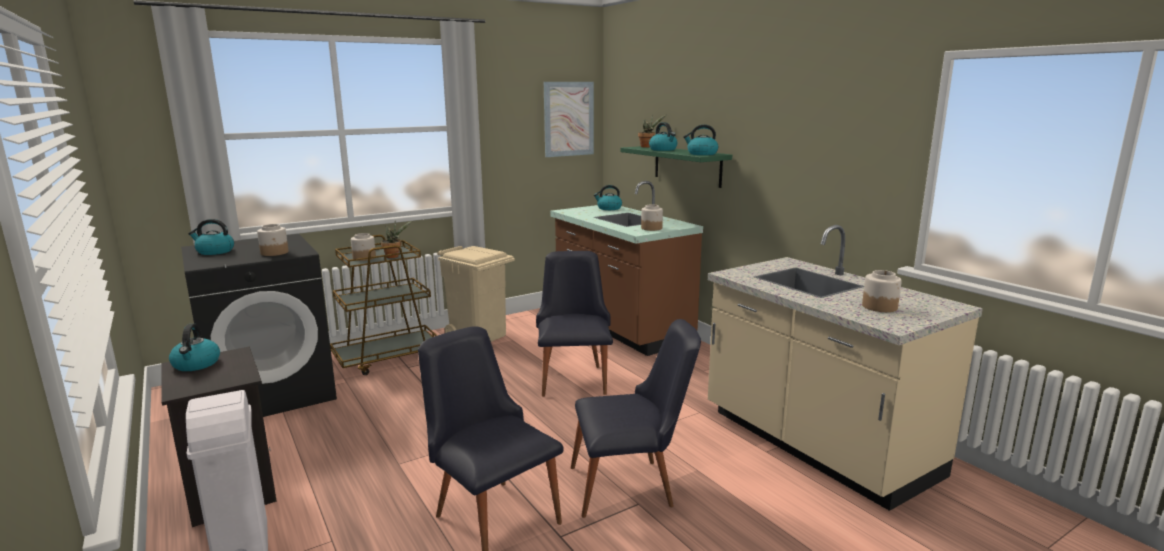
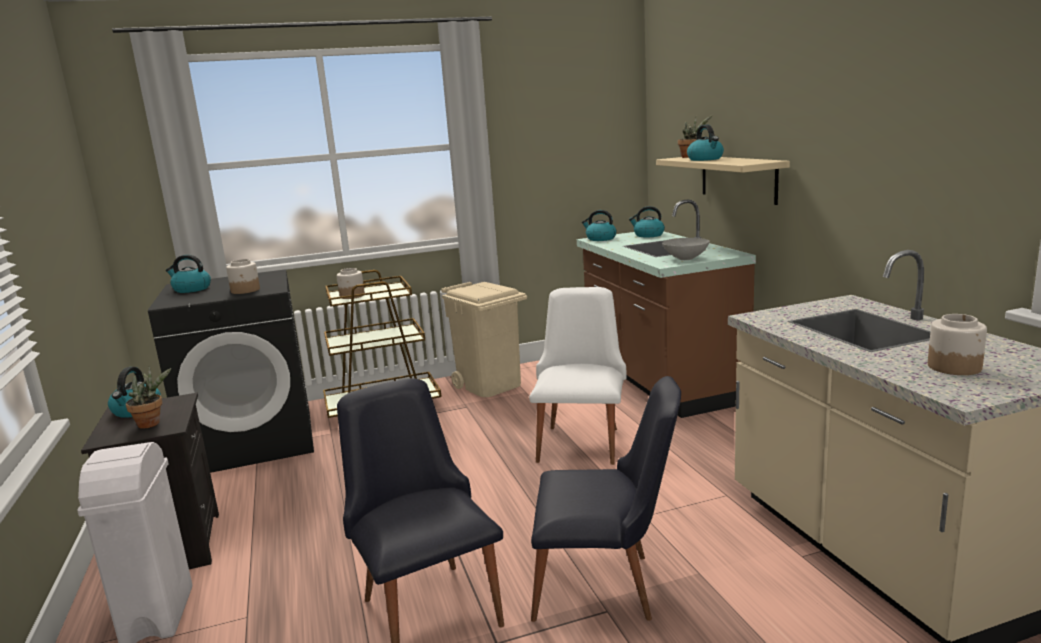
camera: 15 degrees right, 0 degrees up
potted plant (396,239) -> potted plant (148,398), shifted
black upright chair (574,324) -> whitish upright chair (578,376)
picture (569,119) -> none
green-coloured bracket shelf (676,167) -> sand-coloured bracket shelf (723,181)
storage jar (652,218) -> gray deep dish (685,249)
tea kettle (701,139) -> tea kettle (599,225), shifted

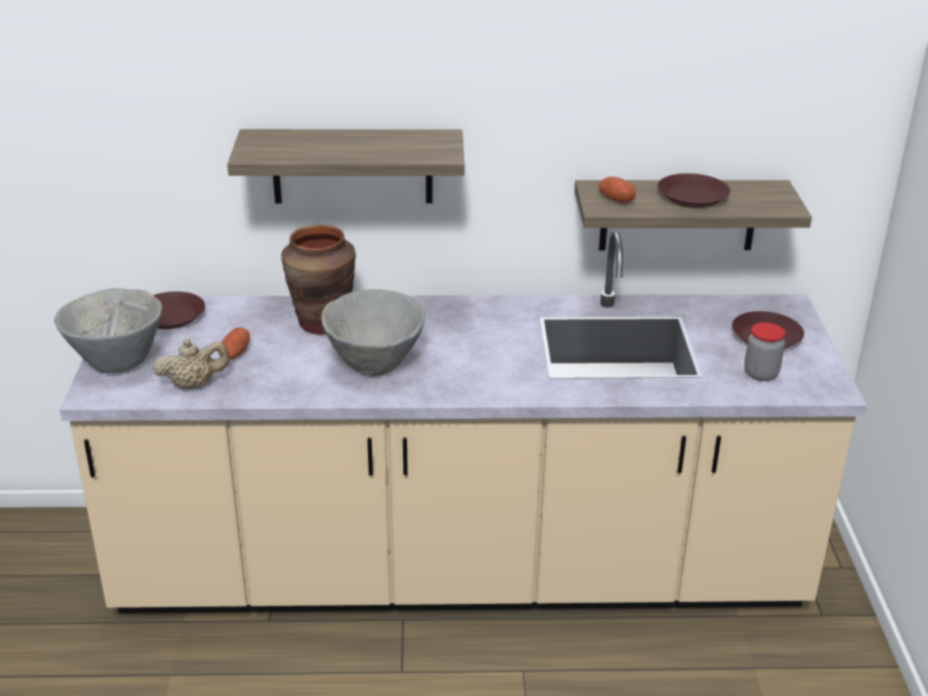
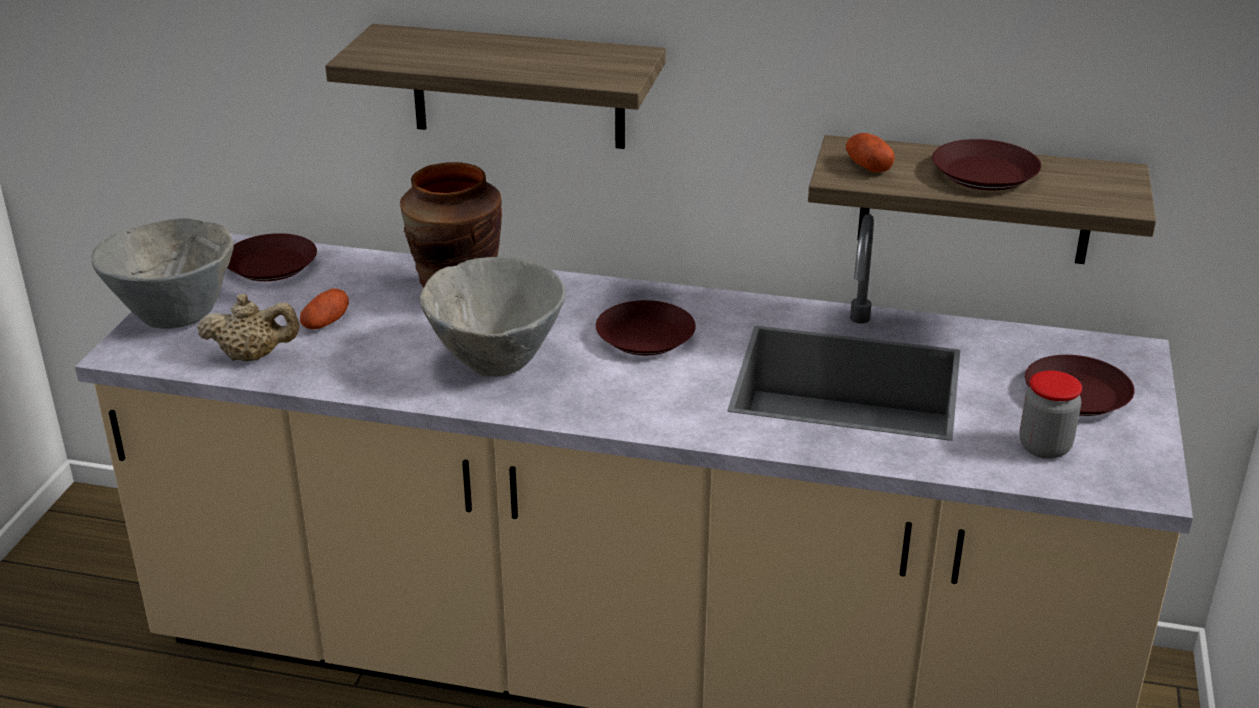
camera: 15 degrees right, 0 degrees up
none -> brown-coloured dinner plate (646,327)

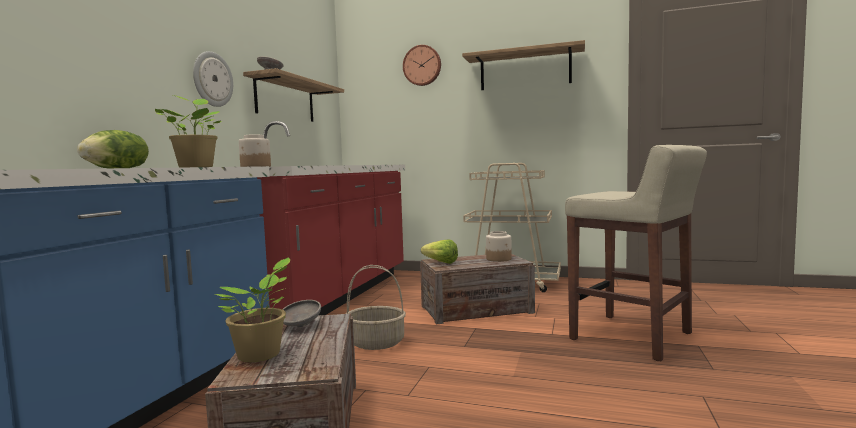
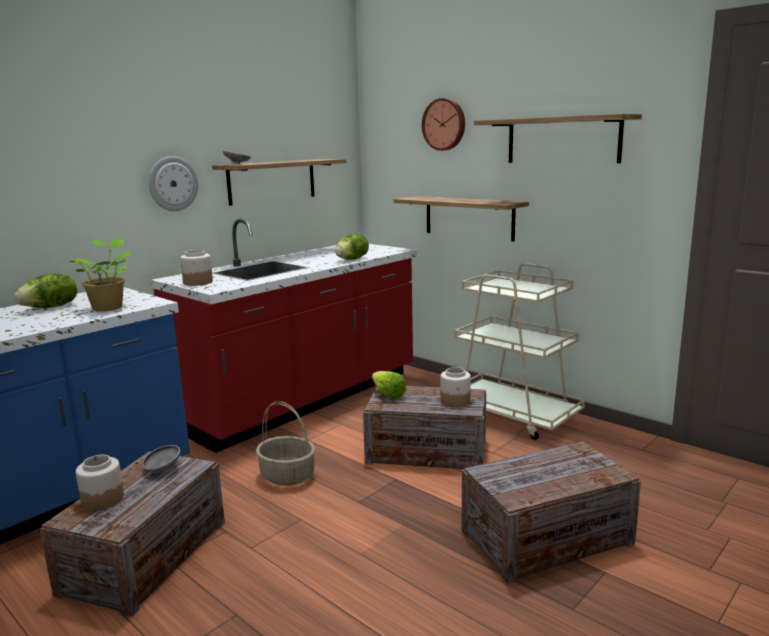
camera: 25 degrees right, 10 degrees up
potted plant (252,309) -> storage jar (100,482)
sand-coloured sitting stool (636,253) -> packing crate (551,512)
none -> lettuce head (352,247)
none -> bracket shelf (461,218)

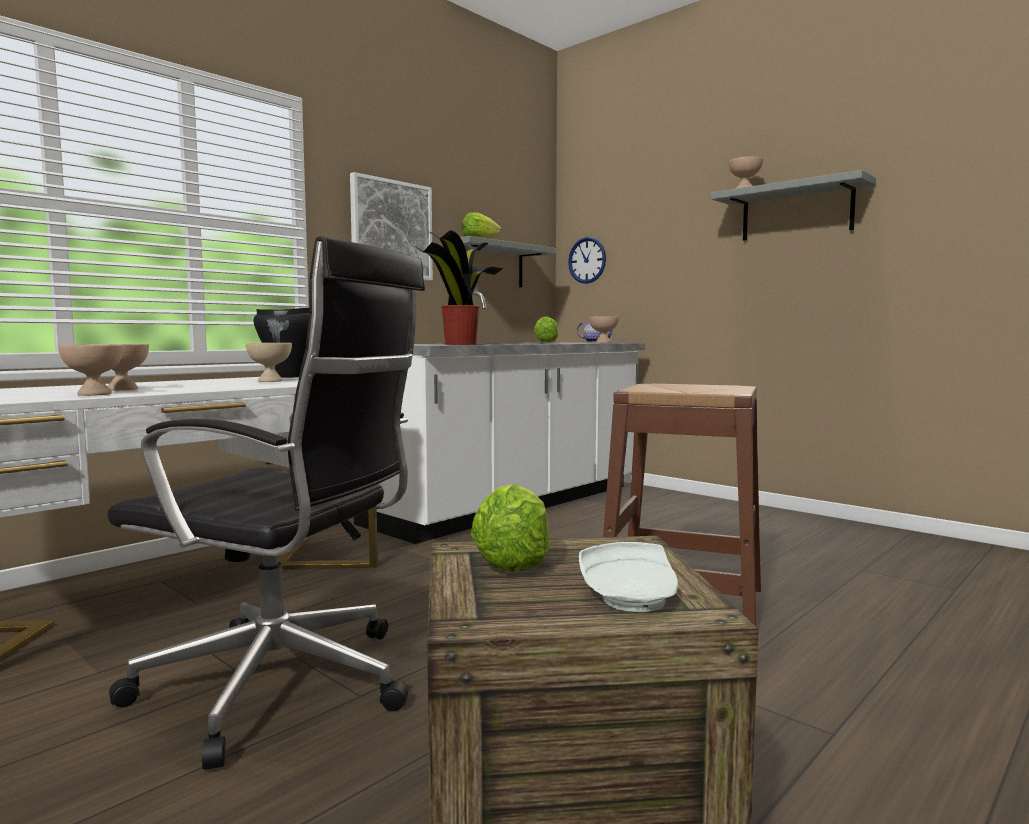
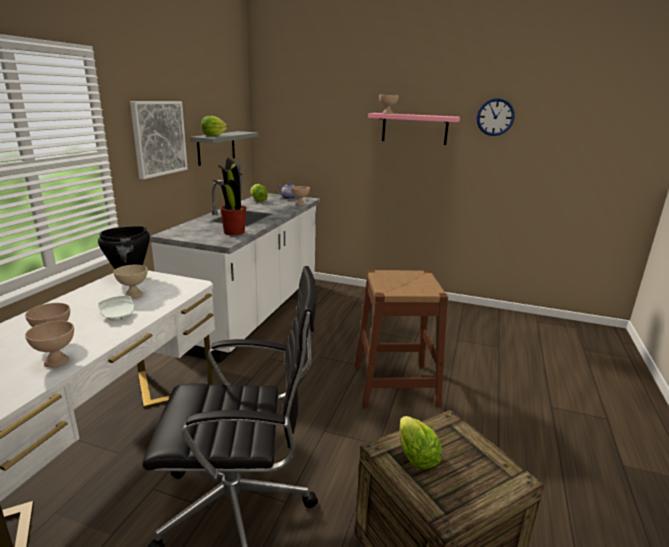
camera: 25 degrees left, 15 degrees up
wall clock (587,260) -> wall clock (496,117), shifted
whitish dinner plate (628,577) -> whitish dinner plate (116,308), shifted
gray bracket shelf (793,205) -> pink-coloured bracket shelf (414,129)

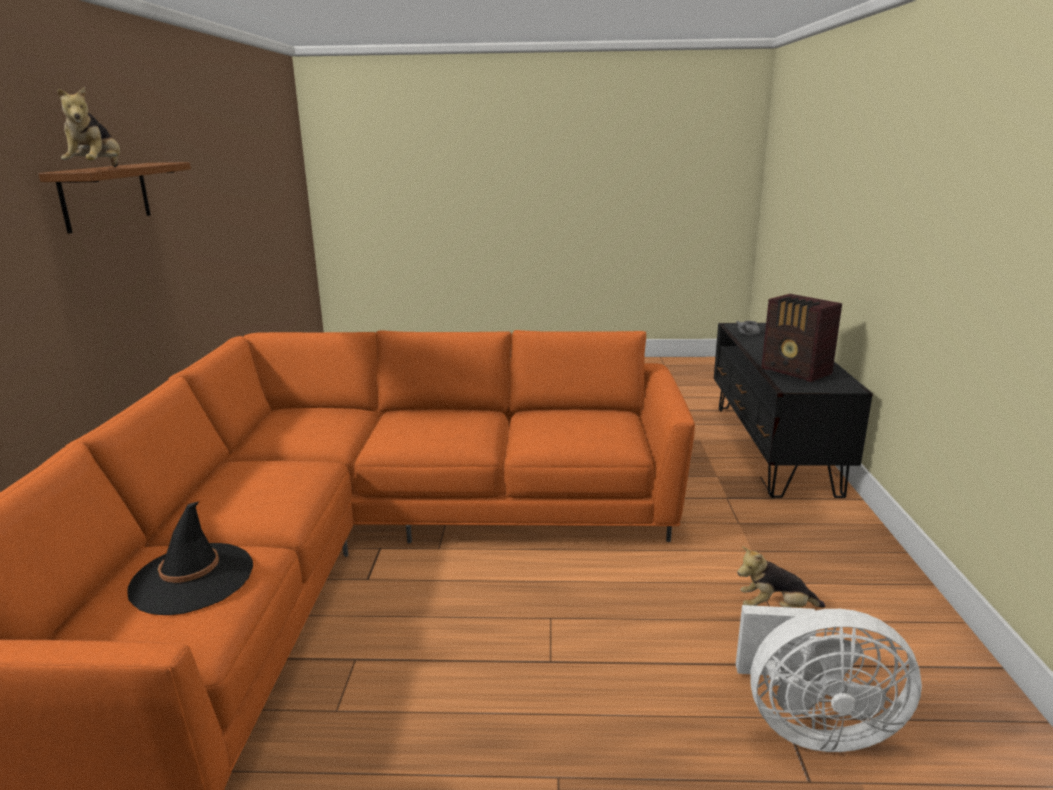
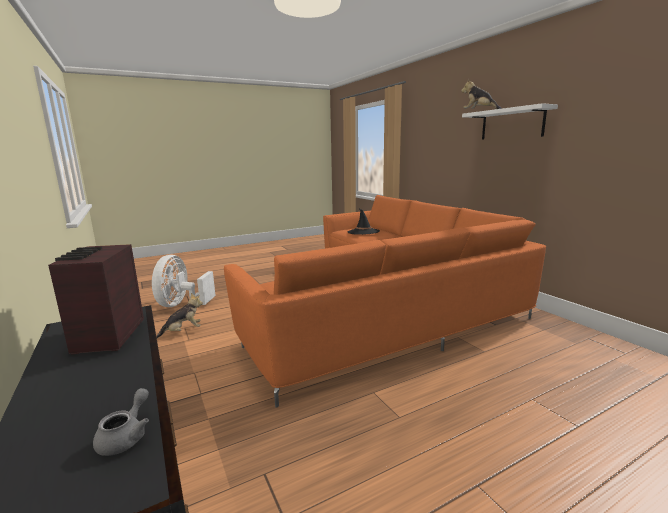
camera: 150 degrees right, 5 degrees down
brown-coloured bracket shelf (115,198) -> whitish bracket shelf (510,121)
whitish cooling fan (829,678) -> whitish cooling fan (184,281), 60 degrees counterclockwise
radio (801,338) -> radio (96,299), 120 degrees counterclockwise

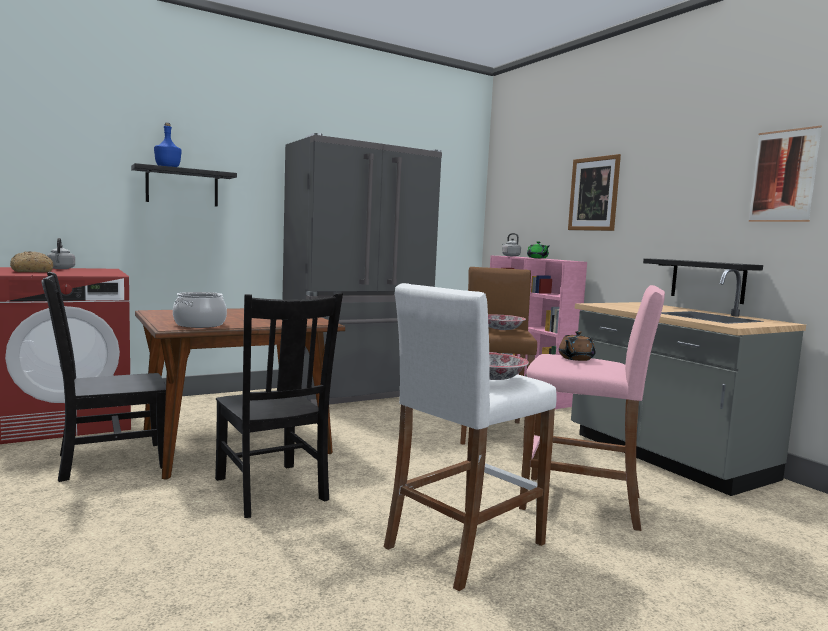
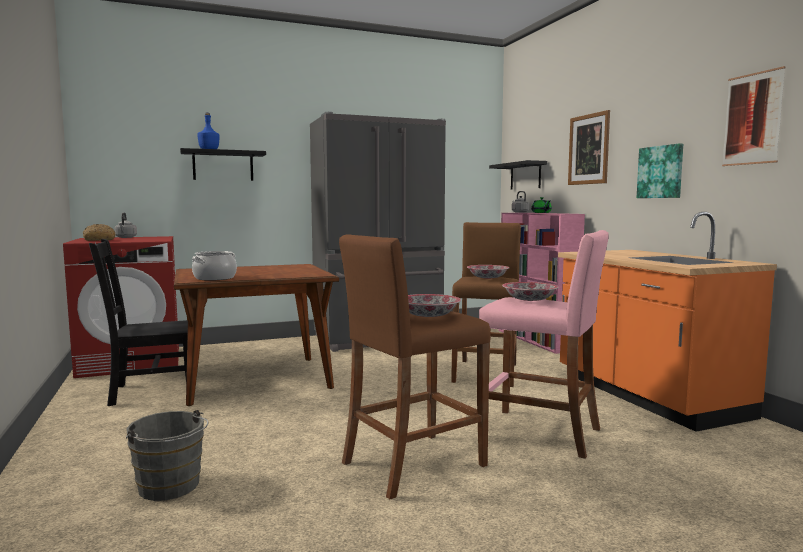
camera: 10 degrees right, 0 degrees up
black upright chair (279,405) -> none
whitish sitting stool (470,437) -> brown-coloured sitting stool (415,367)
brown-coloured tea pot (577,346) -> deep dish (530,291)
gray counter (688,382) -> orangey counter (667,322)
black bracket shelf (703,281) -> black bracket shelf (518,175), shifted
none -> gray water bucket (167,455)
none -> picture (660,170)

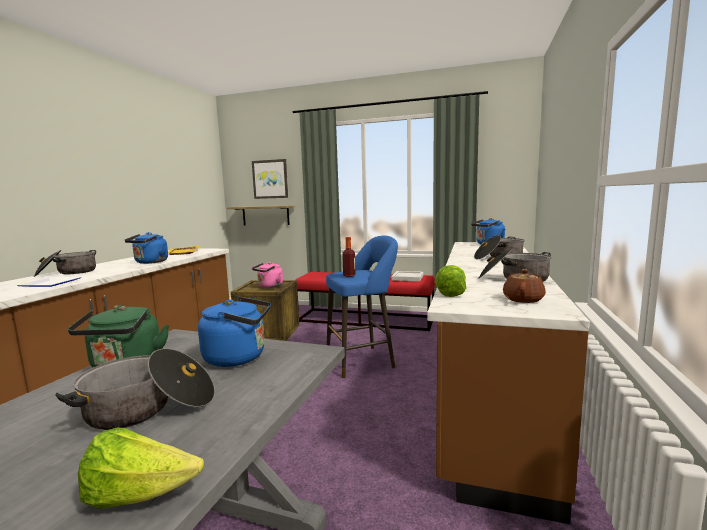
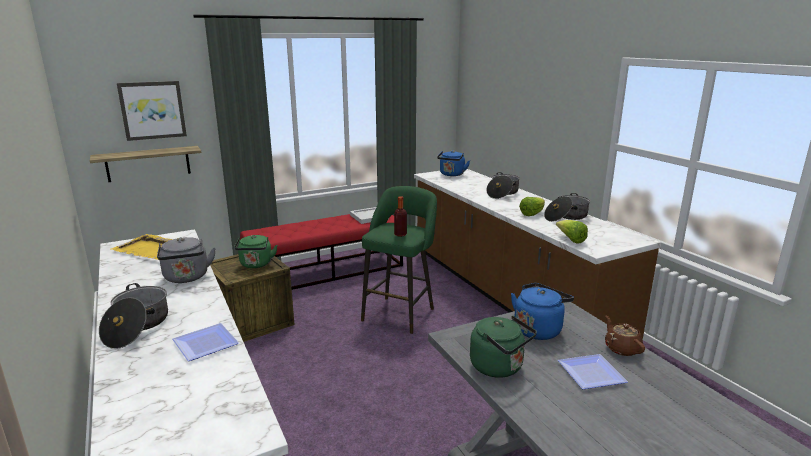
camera: 45 degrees left, 10 degrees up
cooking pot (135,389) -> dinner plate (593,371)
lettuce head (141,468) -> lettuce head (532,206), shifted
blue tea kettle (146,248) -> gray tea kettle (186,260)
pink-coloured tea kettle (267,275) -> green-coloured tea kettle (256,251)
blue sitting stool (362,307) -> green-coloured sitting stool (399,260)
brown-coloured tea pot (524,286) -> brown-coloured tea pot (625,336), shifted

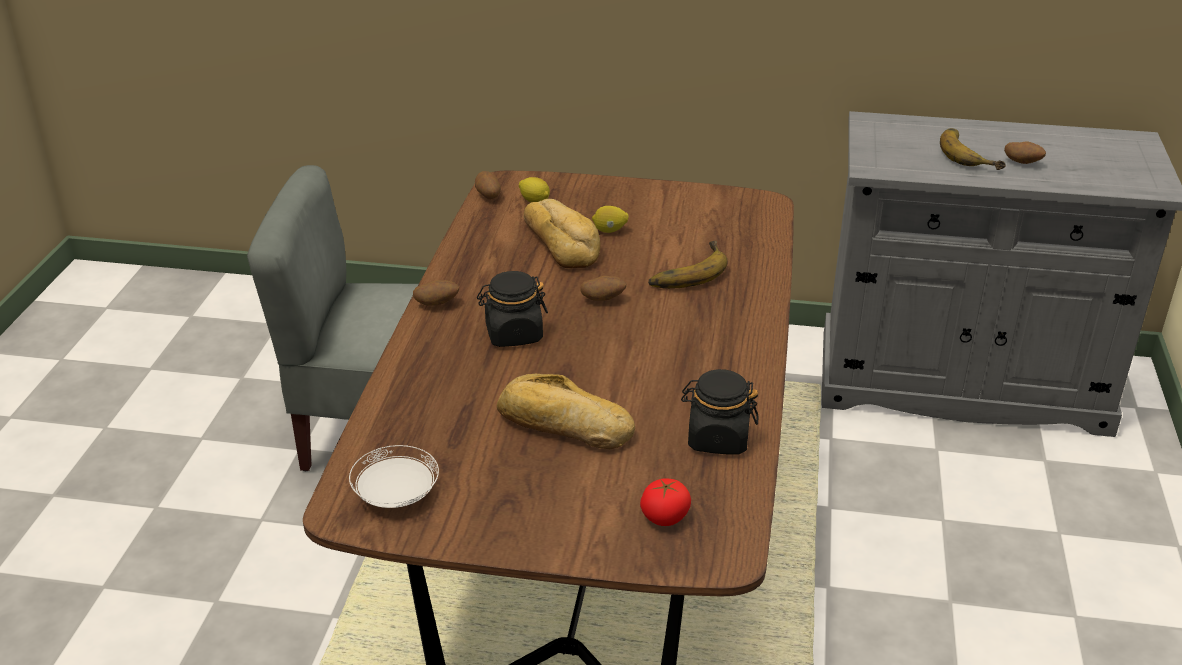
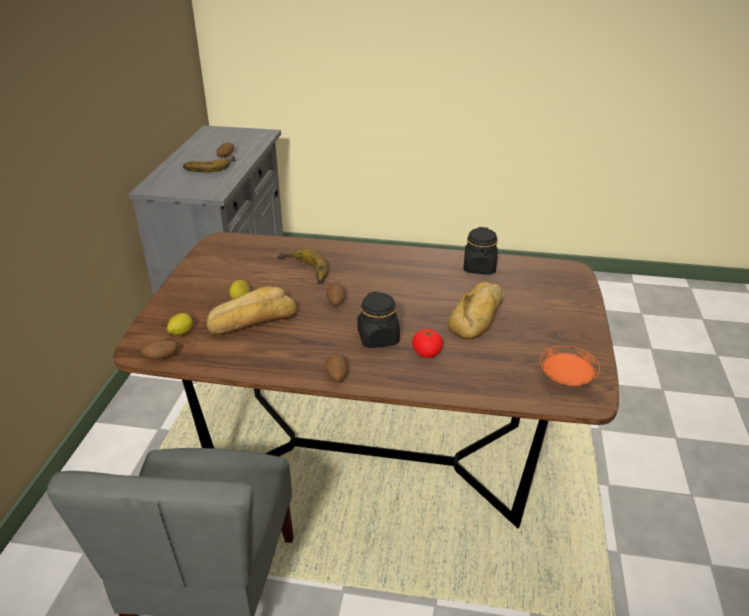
camera: 90 degrees left, 0 degrees up
whitish dinner plate (394,476) -> orangey dinner plate (570,366)
tomato (665,502) -> tomato (427,343), shifted

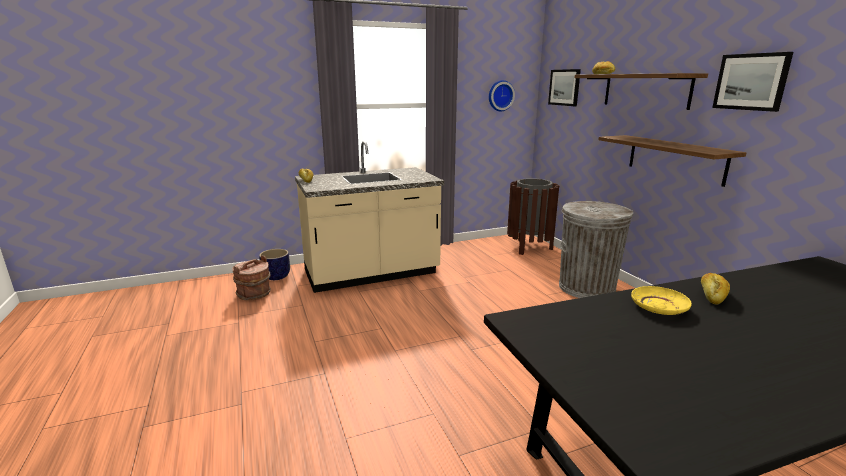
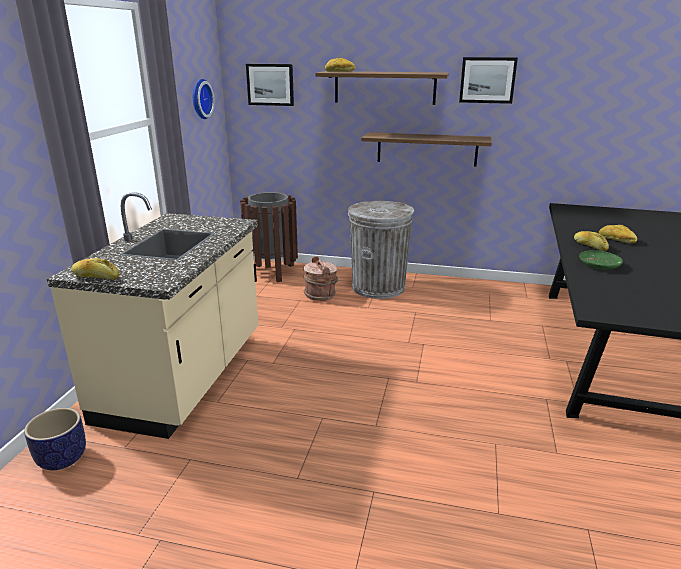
camera: 55 degrees left, 5 degrees up
brown-coloured water bucket (251,277) -> brown-coloured water bucket (321,278), shifted
yellowish dinner plate (661,300) -> green-coloured dinner plate (601,259)
none -> bread (618,234)

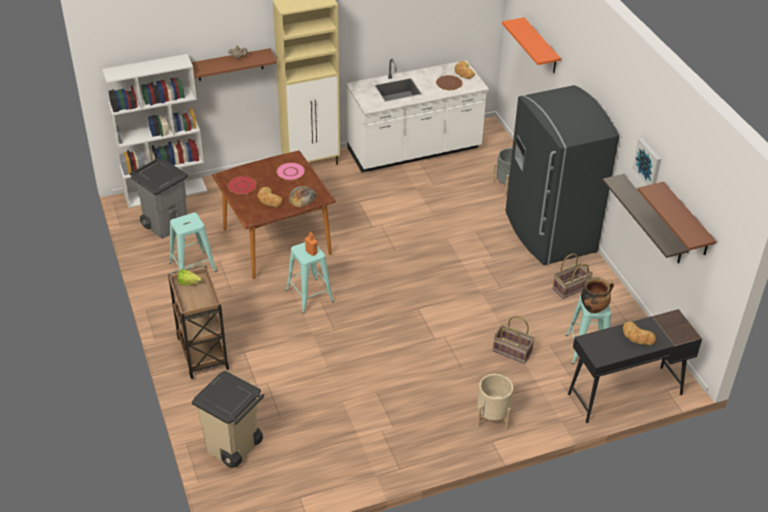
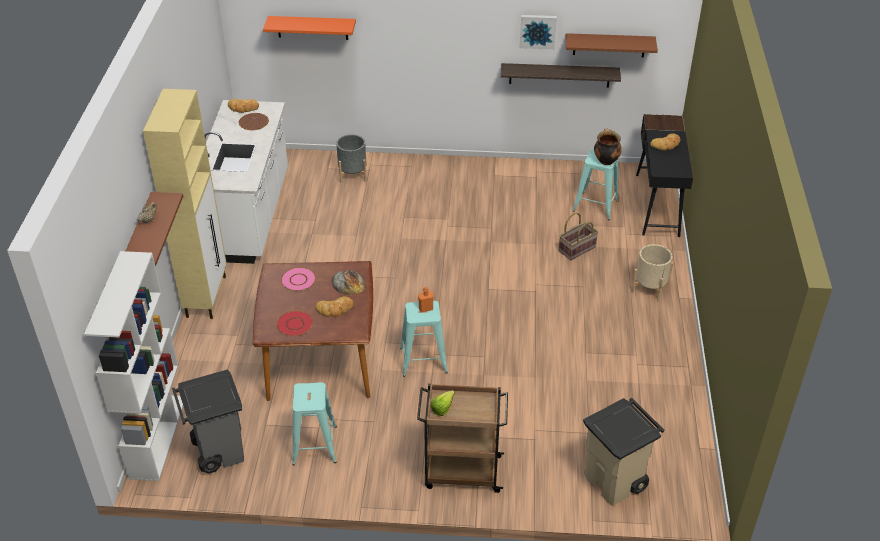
camera: 65 degrees left, 0 degrees up
gray fridge (562,175) -> none
storage basket (573,276) -> none

